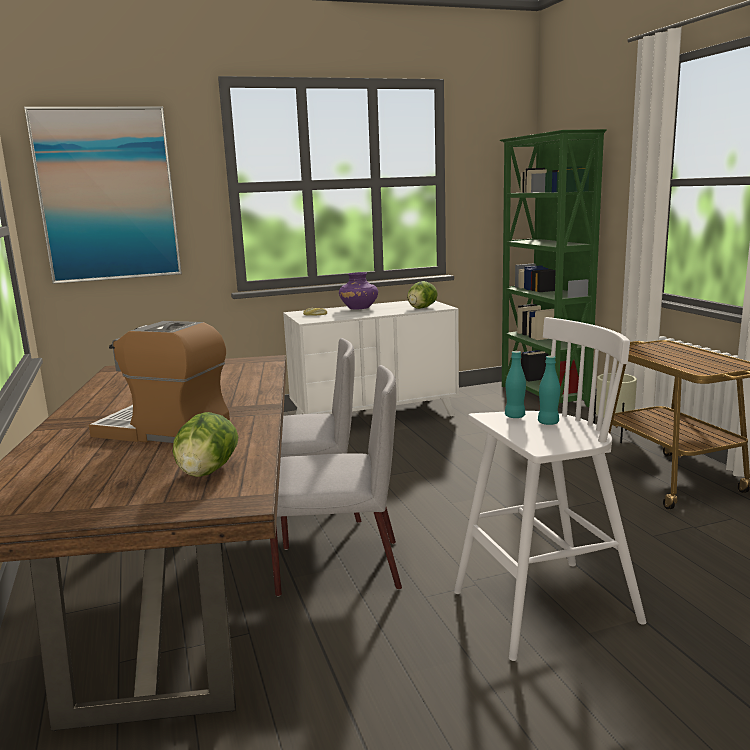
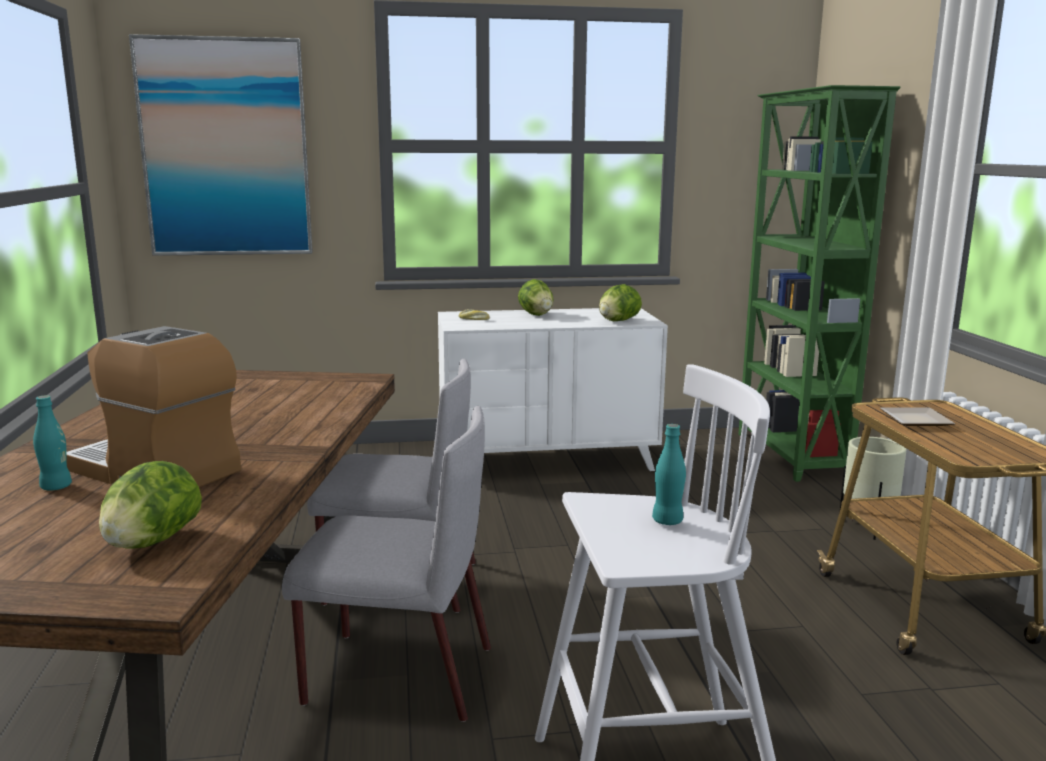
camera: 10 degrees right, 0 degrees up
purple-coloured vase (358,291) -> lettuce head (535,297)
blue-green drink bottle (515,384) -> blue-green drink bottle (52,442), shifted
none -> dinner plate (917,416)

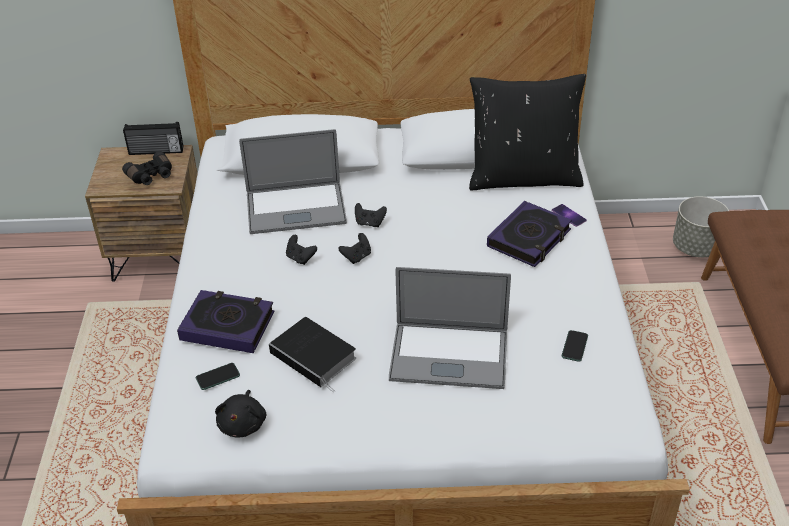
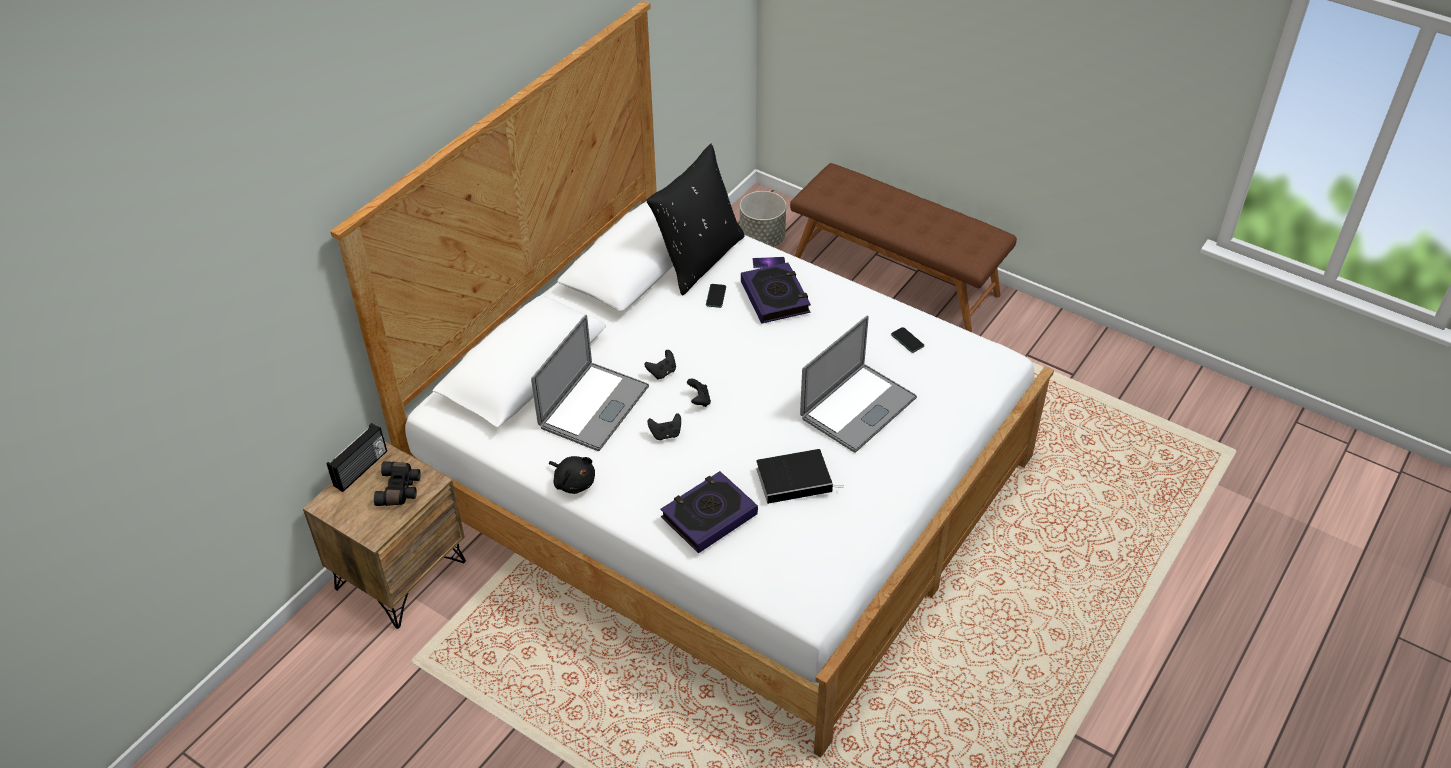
camera: 55 degrees left, 5 degrees up
handset (218,376) -> handset (716,296), shifted
black plush toy (240,413) -> black plush toy (572,475), shifted

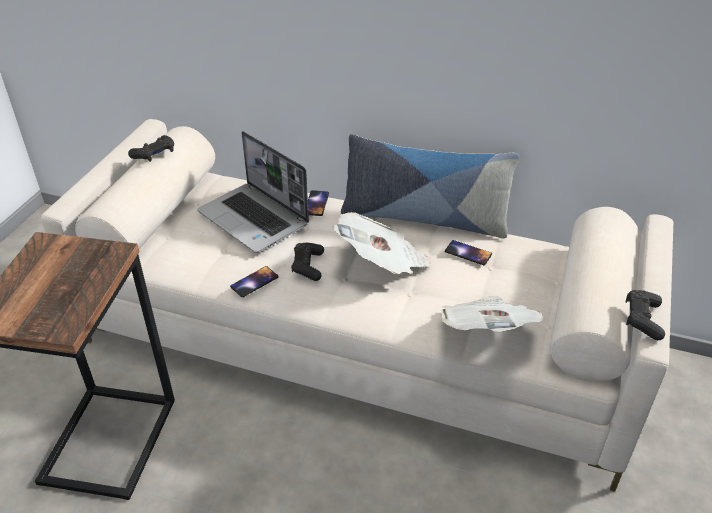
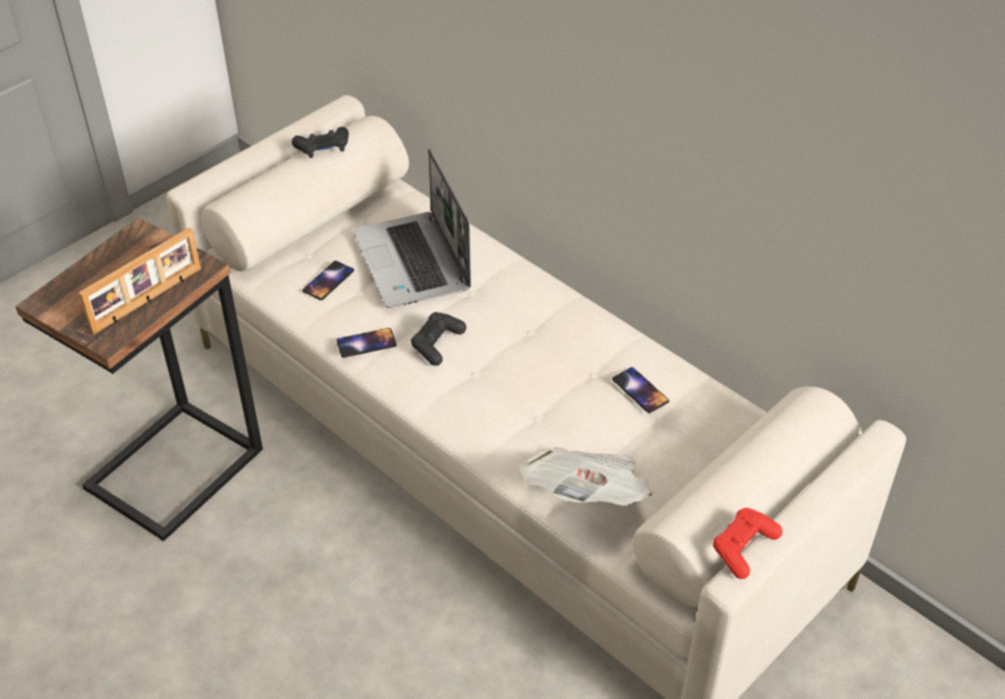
camera: 25 degrees right, 5 degrees up
handset (318,203) -> handset (328,280), shifted
printed paper (382,243) -> none
pillow (430,186) -> none
black gamepad (645,315) -> reddish gamepad (747,543)
none -> picture frame (139,281)

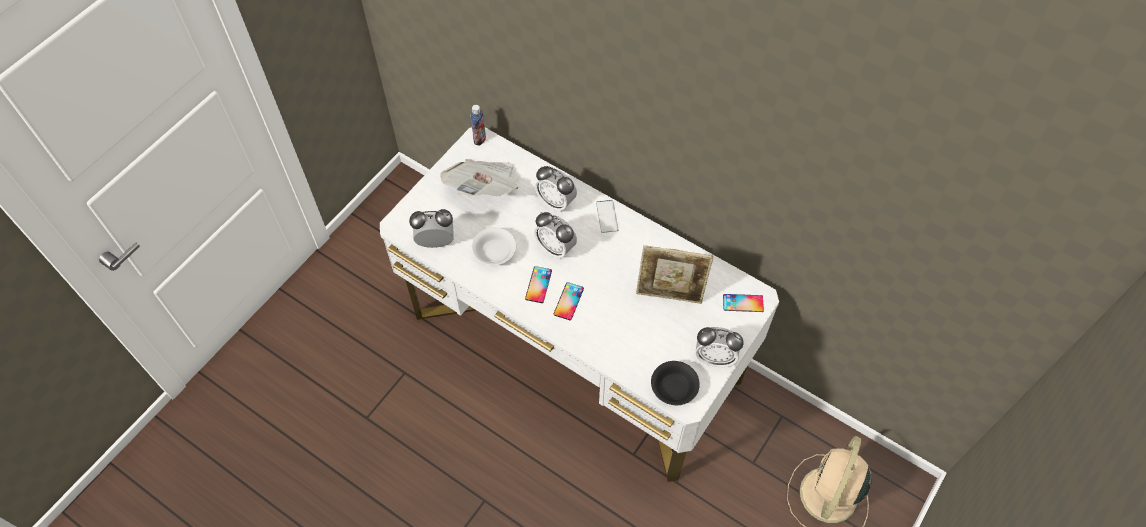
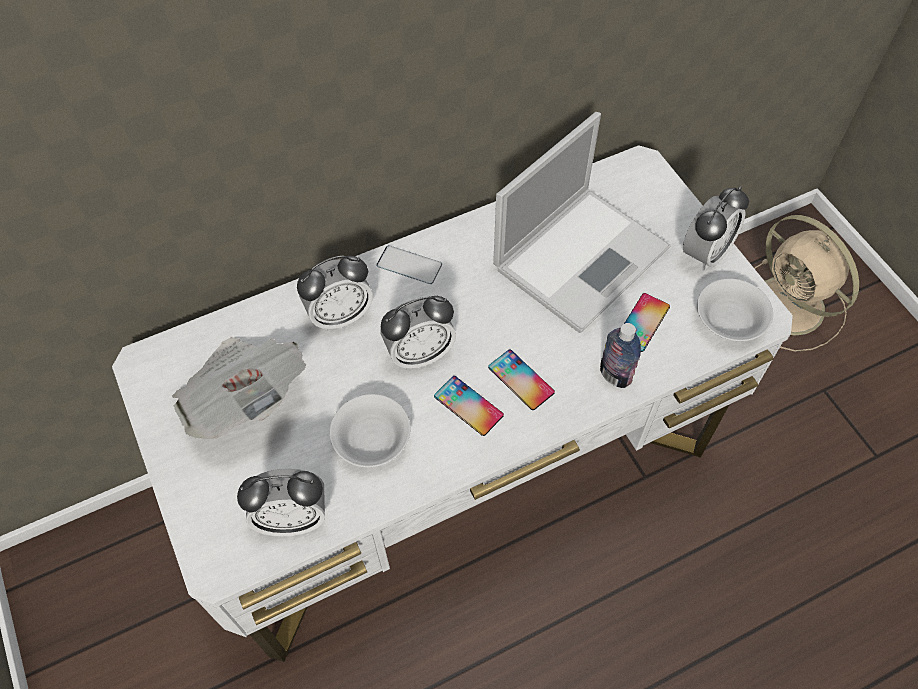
camera: 60 degrees left, 0 degrees up
bedside clock (431,228) -> bedside clock (281,503), 120 degrees counterclockwise
drink bottle (478,125) -> drink bottle (620,355), shifted
picture frame (674,274) -> laptop (582,222)
black deep dish (675,383) -> whitish deep dish (735,309)
handset (743,303) -> handset (647,322), shifted

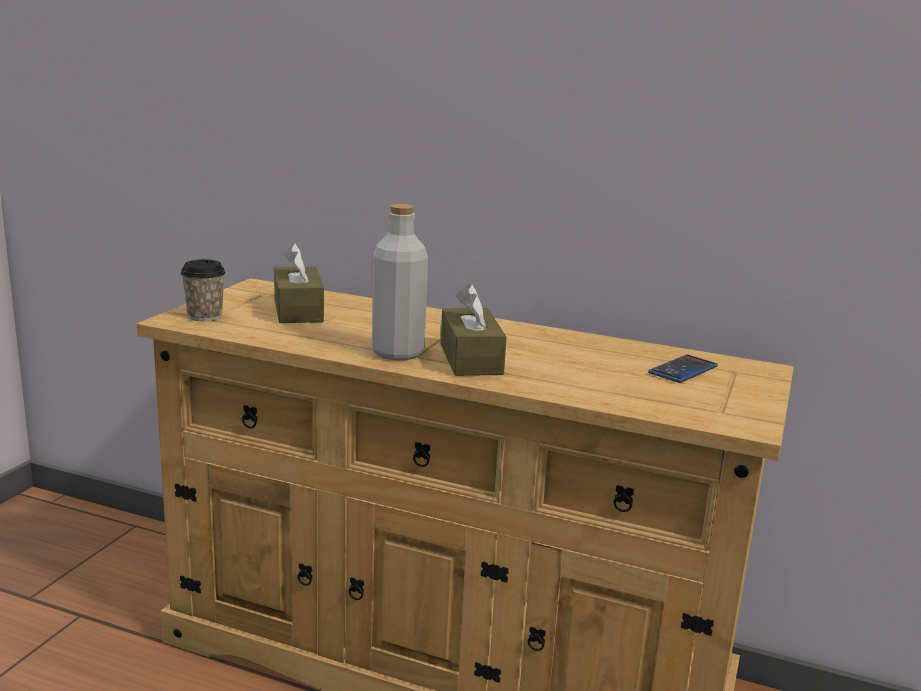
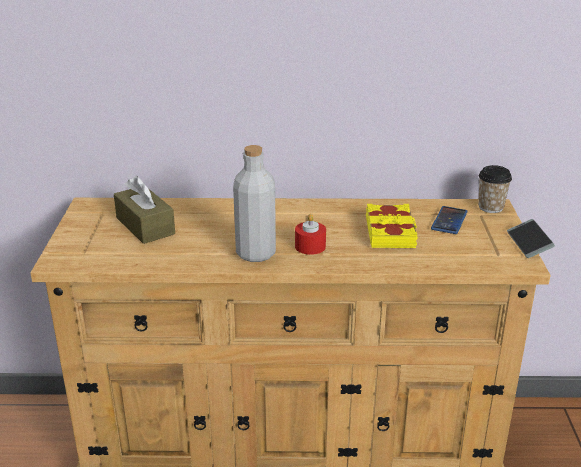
camera: 20 degrees left, 10 degrees up
small cup (203,290) -> small cup (495,189), shifted
brown-coloured box of tissues (474,329) -> reddish candle (310,234)
none -> yellowish volume (392,226)
none -> handset (531,238)

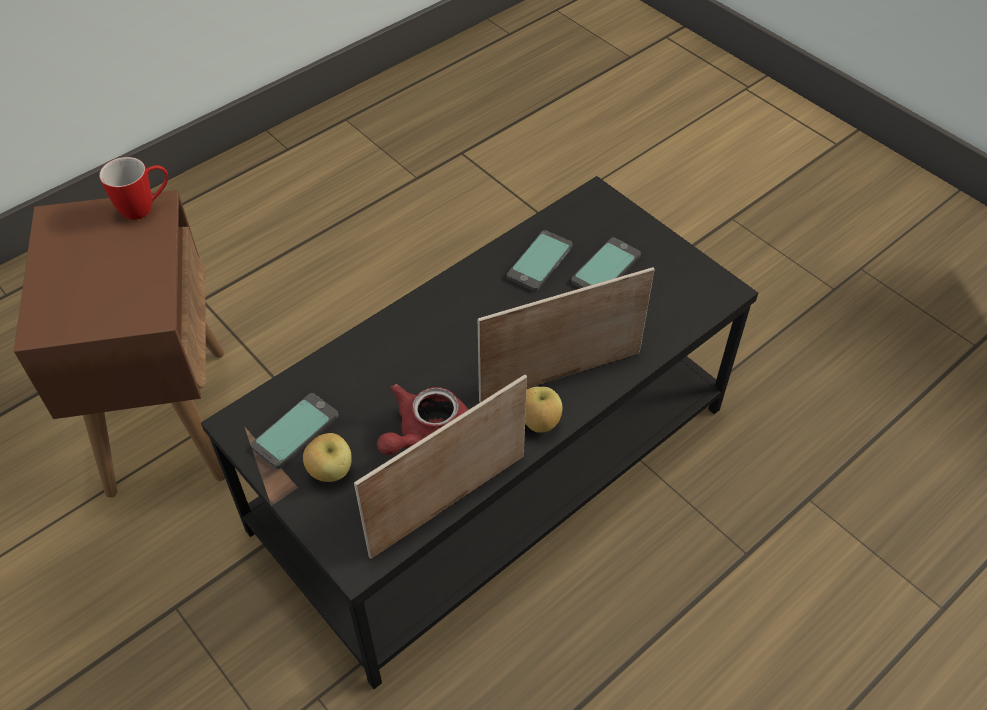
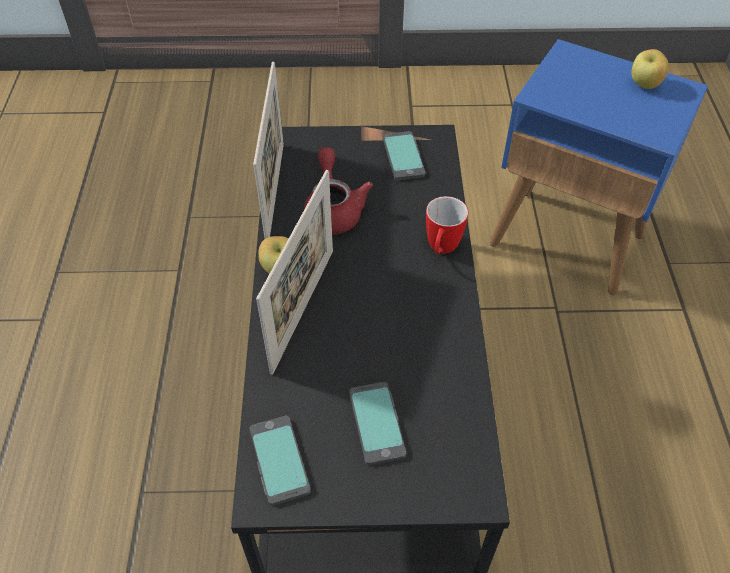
camera: 130 degrees right, 0 degrees up
brown-coloured end table (119,343) -> blue end table (598,167)
tea mug (133,188) -> tea mug (447,225), shifted
apple (327,457) -> apple (650,69), shifted
handset (540,260) -> handset (280,461), shifted

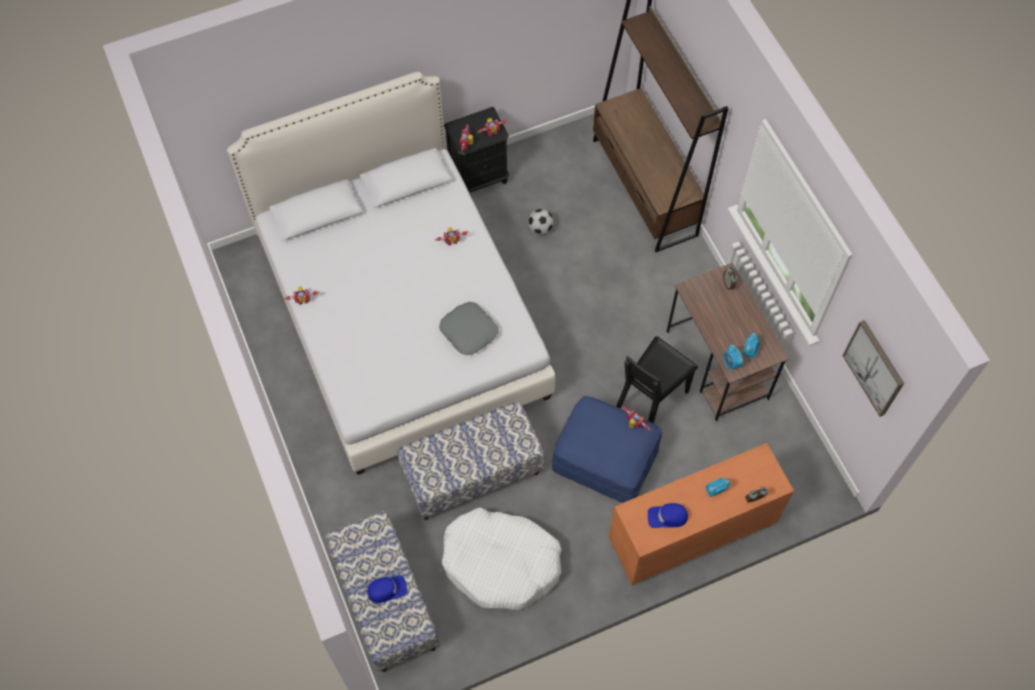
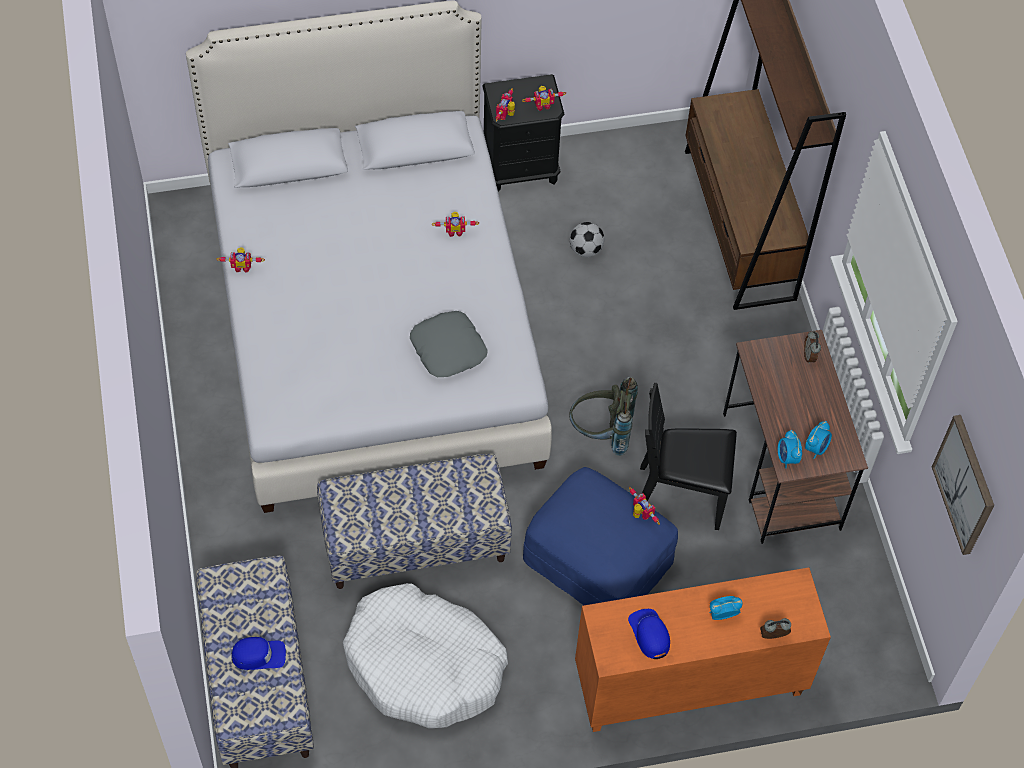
camera: 10 degrees right, 5 degrees down
black upright chair (657,379) -> black upright chair (688,456), 45 degrees clockwise
blue cap (668,515) -> blue cap (649,634), 60 degrees clockwise
none -> gray rucksack (603,416)

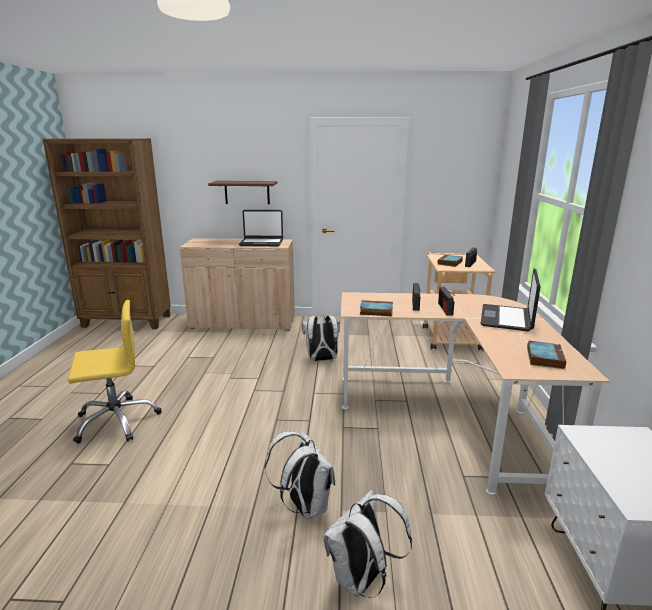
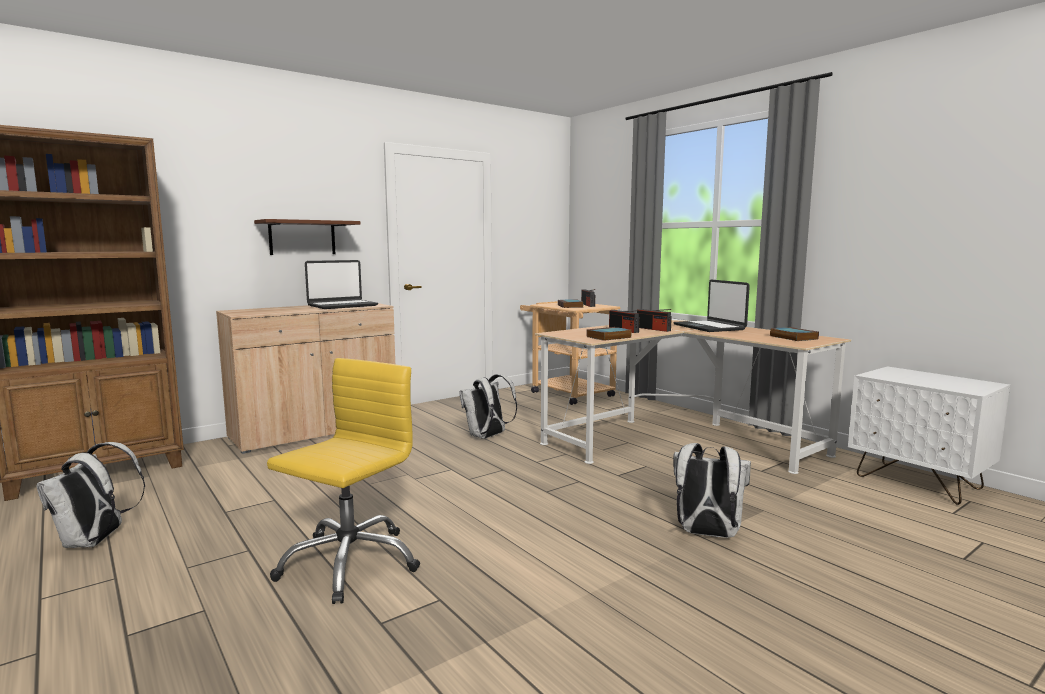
camera: 40 degrees left, 10 degrees down
whitish rucksack (368,544) -> whitish rucksack (90,495), shifted

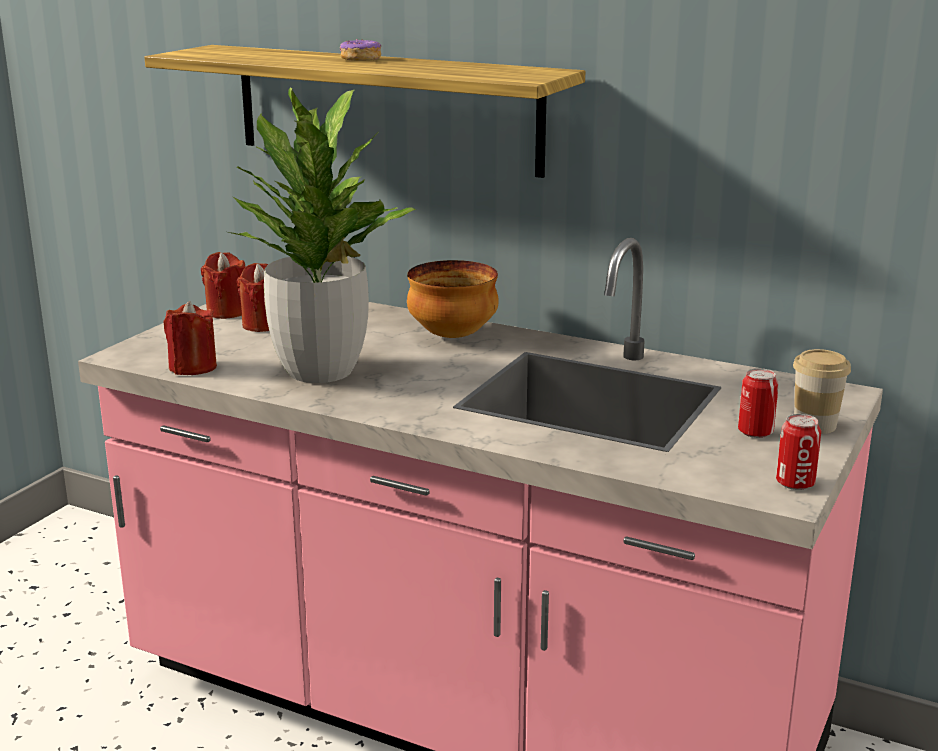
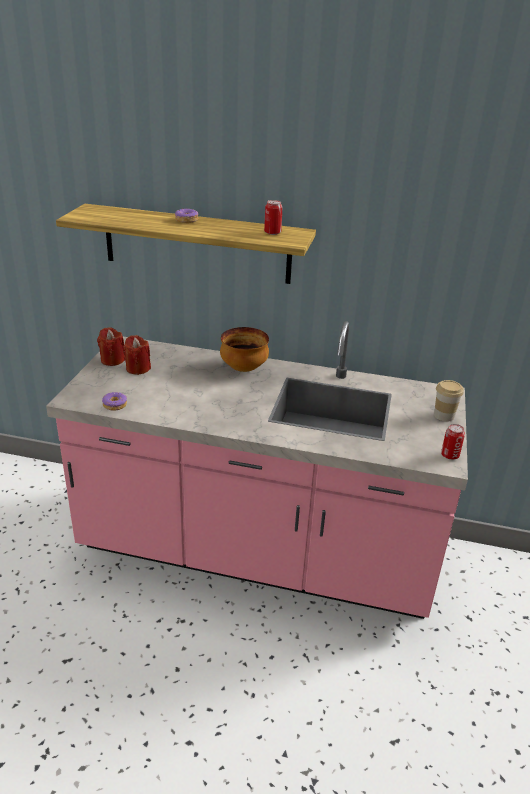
camera: 15 degrees left, 10 degrees up
reddish candle (190,338) -> ring doughnut (114,401)
potted plant (322,235) -> none
can (758,403) -> can (273,217), shifted

